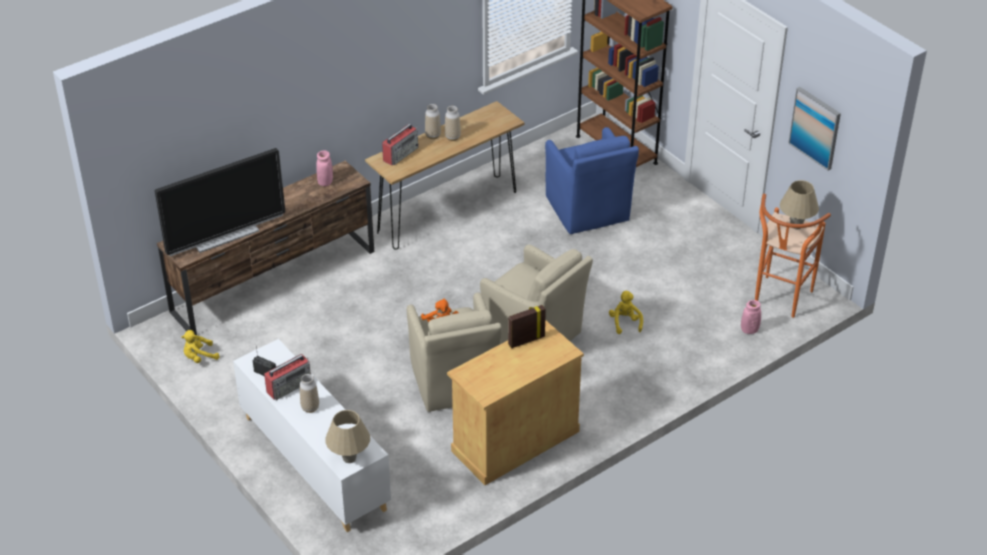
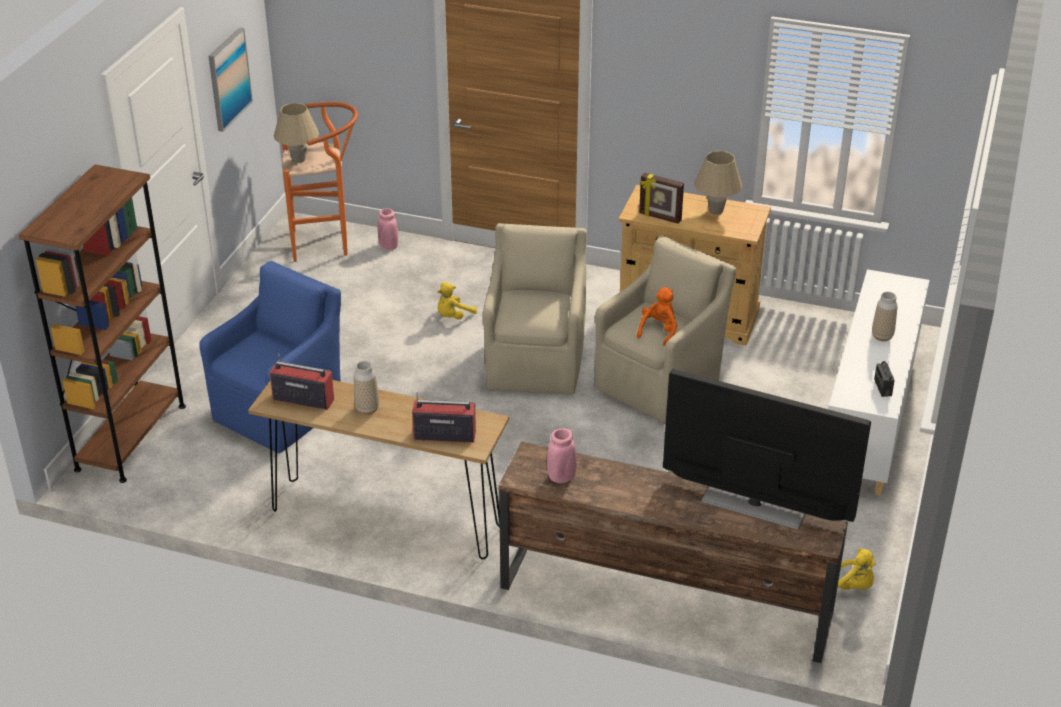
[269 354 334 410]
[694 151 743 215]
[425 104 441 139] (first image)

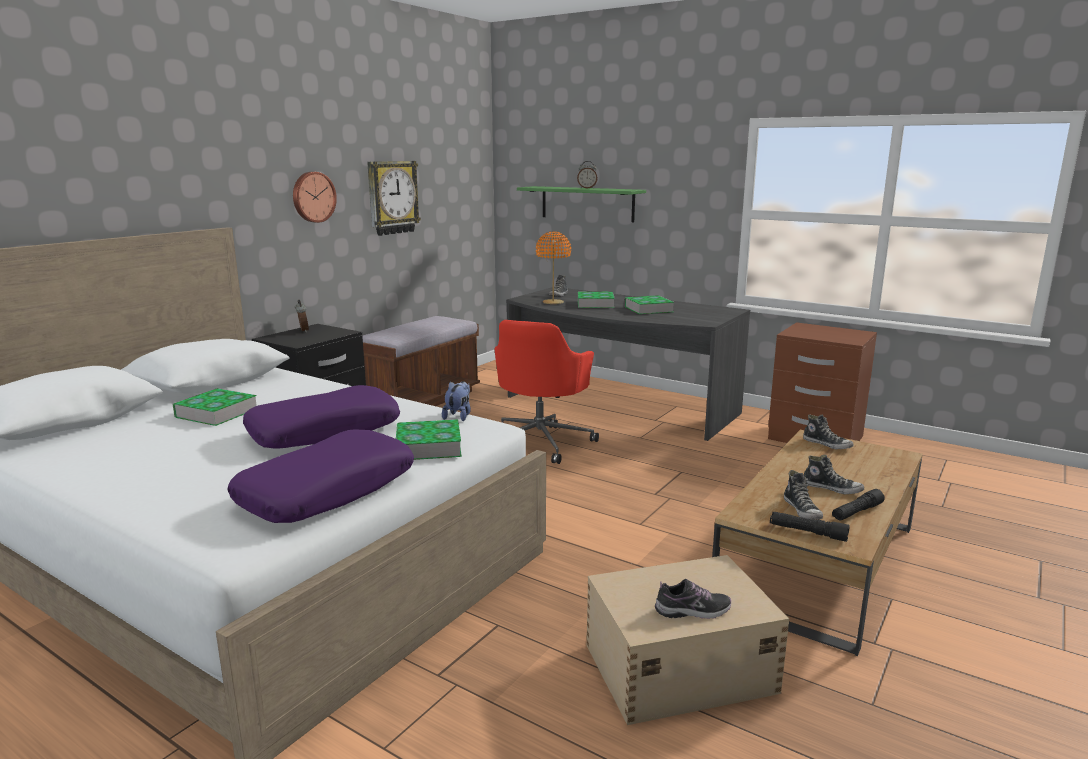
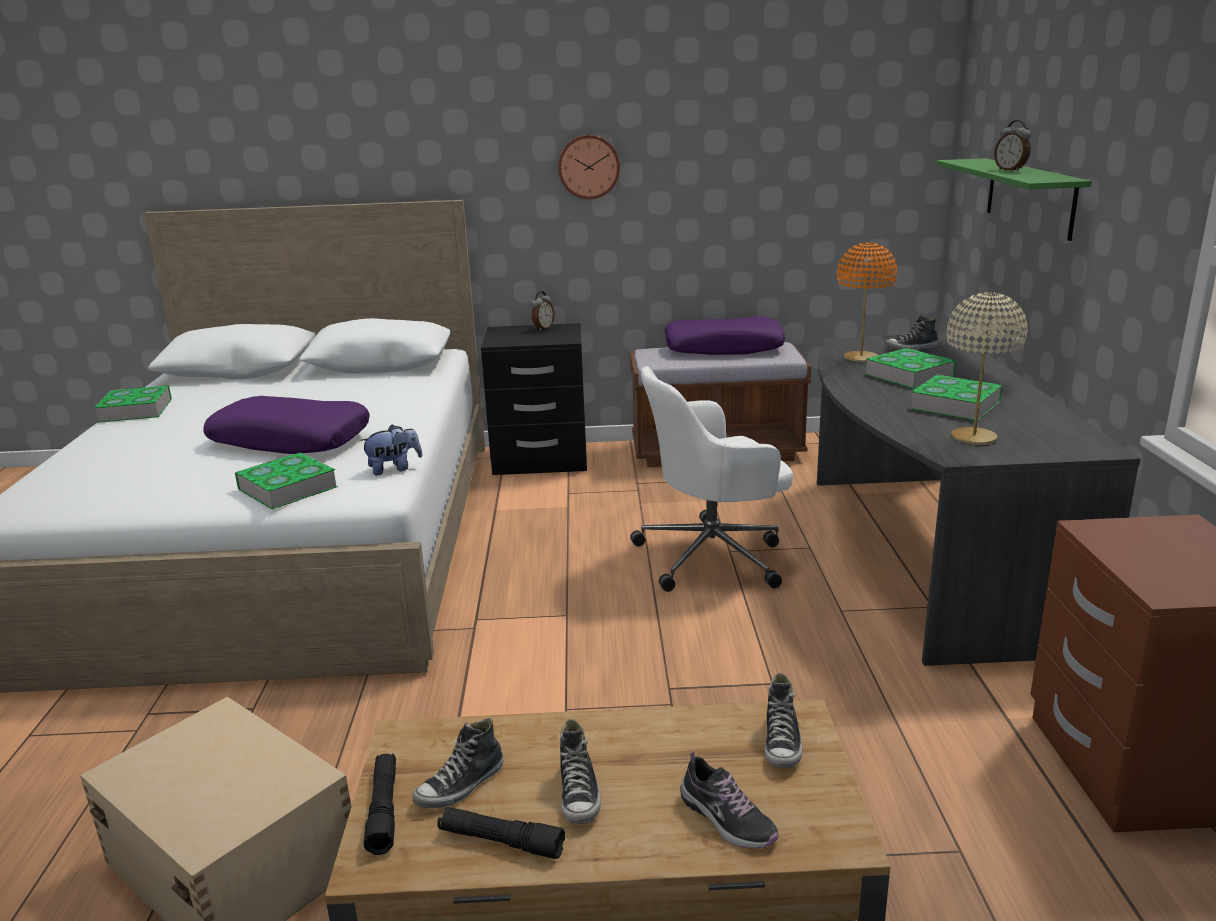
[94 385 172 423]
[630 366 793 592]
[665 316 785 355]
[680 751 779 848]
[946 292 1028 444]
[367 161 421 236] (first image)

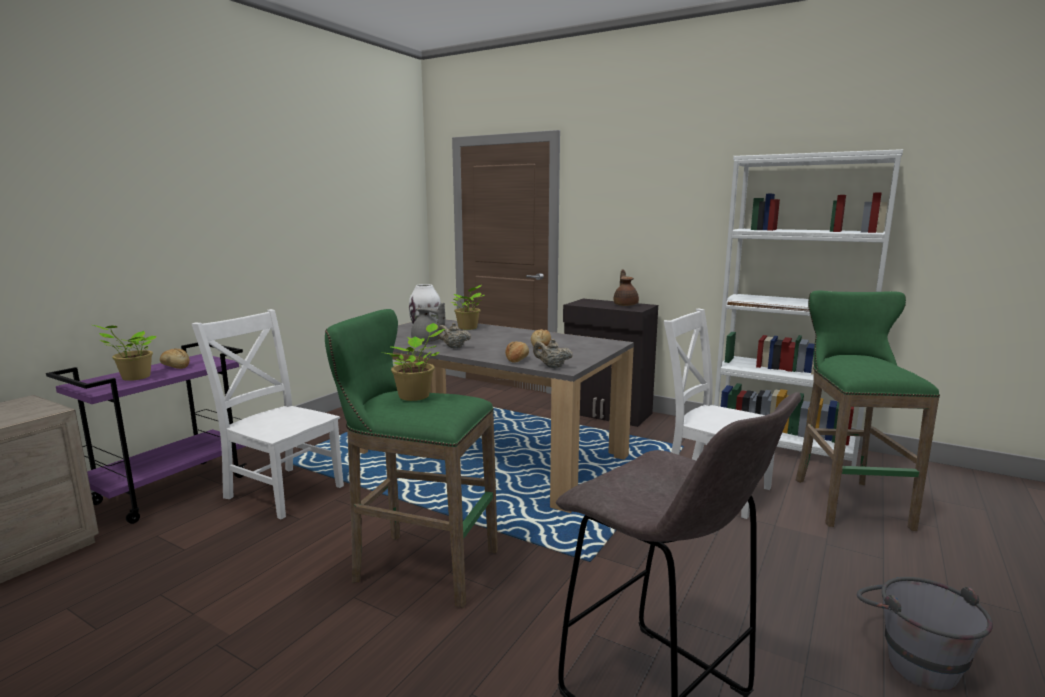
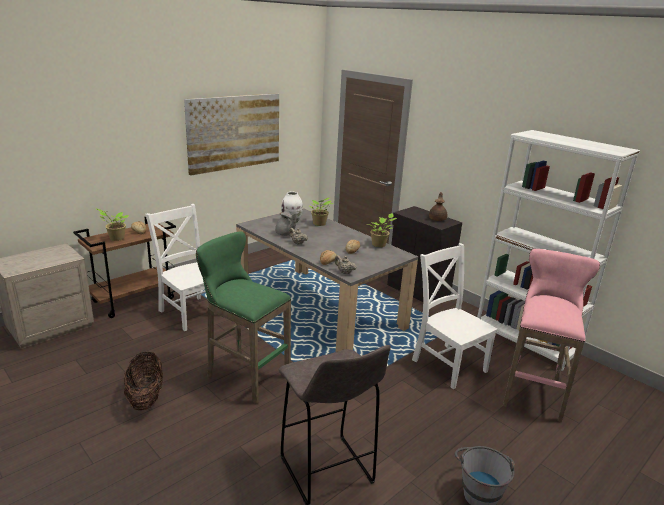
[73 217 176 318]
[124 352 163 410]
[184 93 279 176]
[368 213 397 247]
[503 249 600 422]

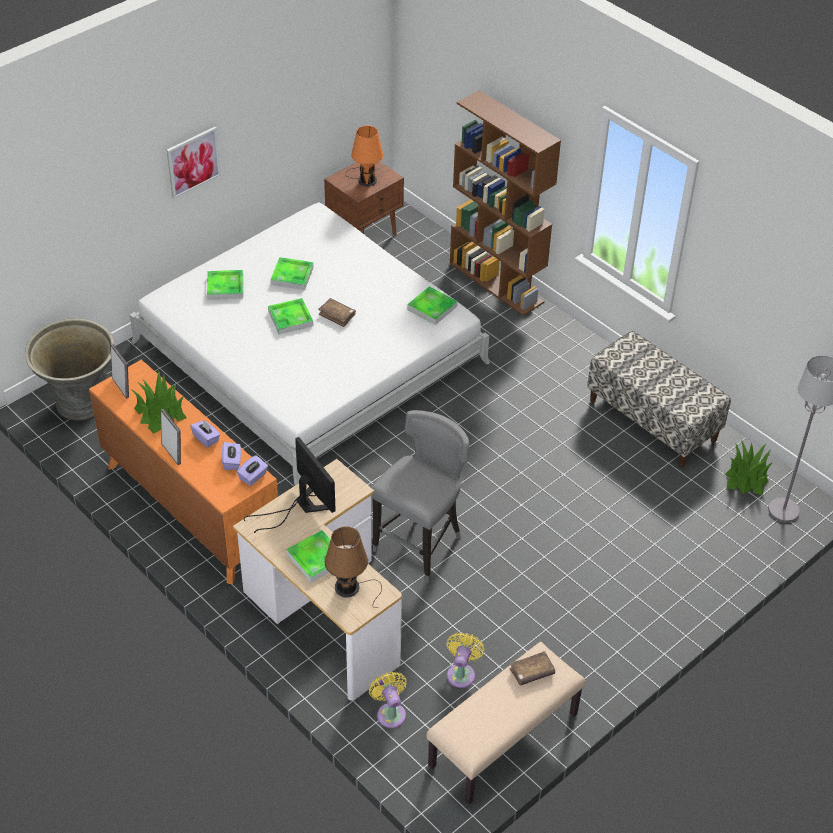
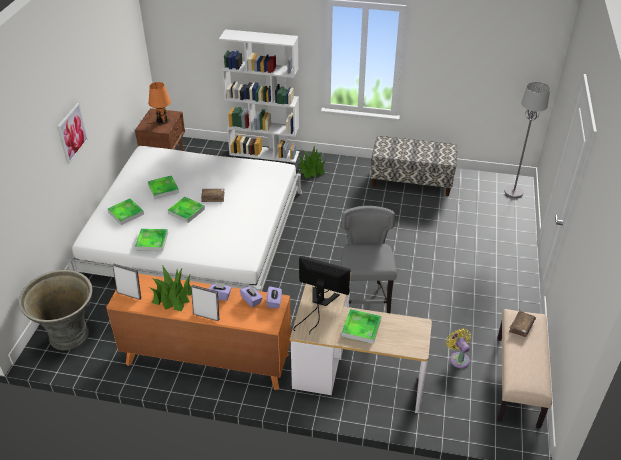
[135 228 168 251]
[219 29 299 163]
[298 145 325 178]
[324 526 382 608] (first image)
[369 672 407 728] (first image)

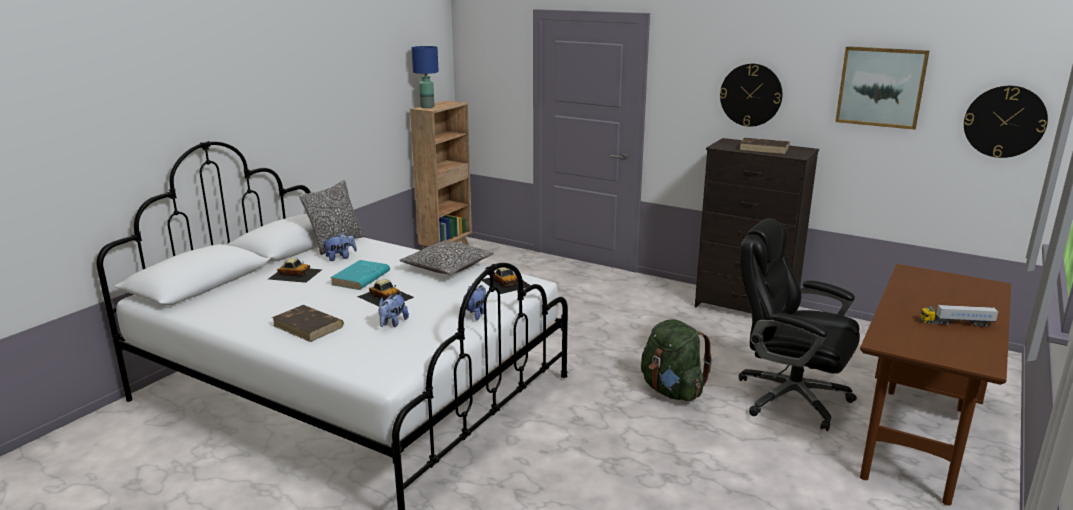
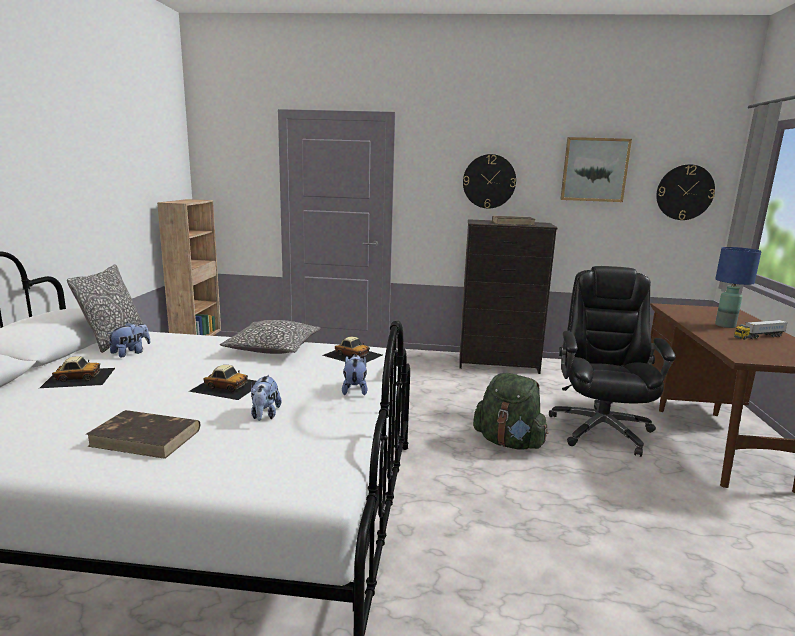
[549 266 676 457]
[715 247 762 328]
[330 260 390 290] (first image)

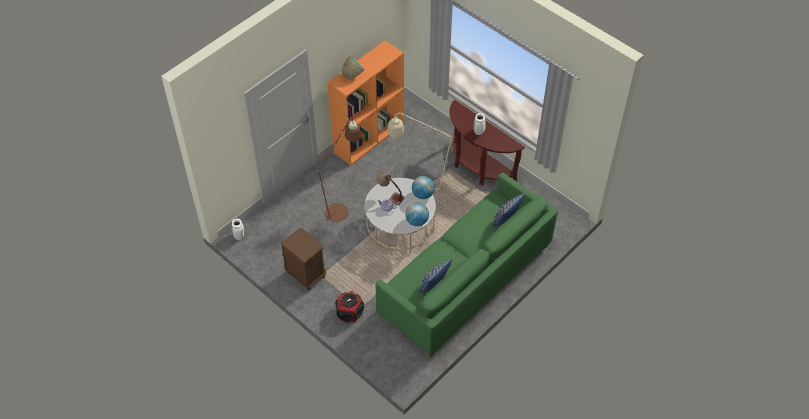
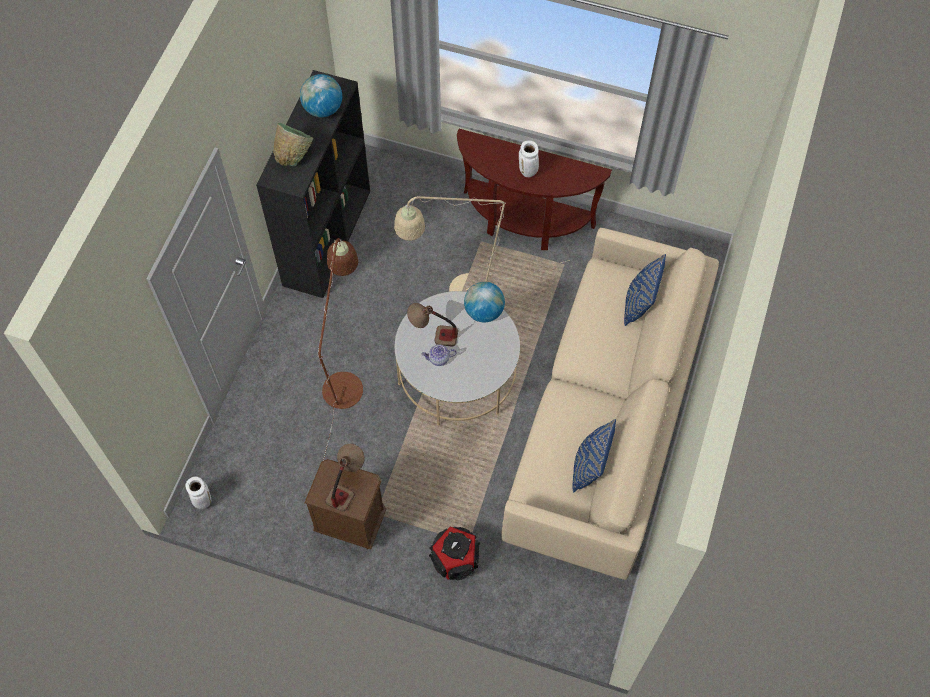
[256 70 370 298]
[300 74 342 117]
[325 444 364 511]
[501 228 719 580]

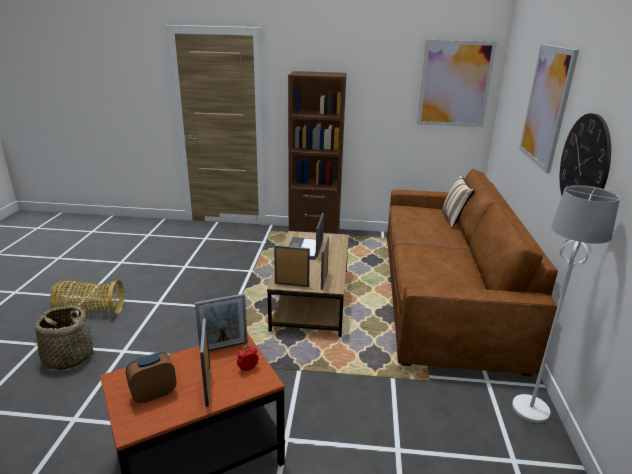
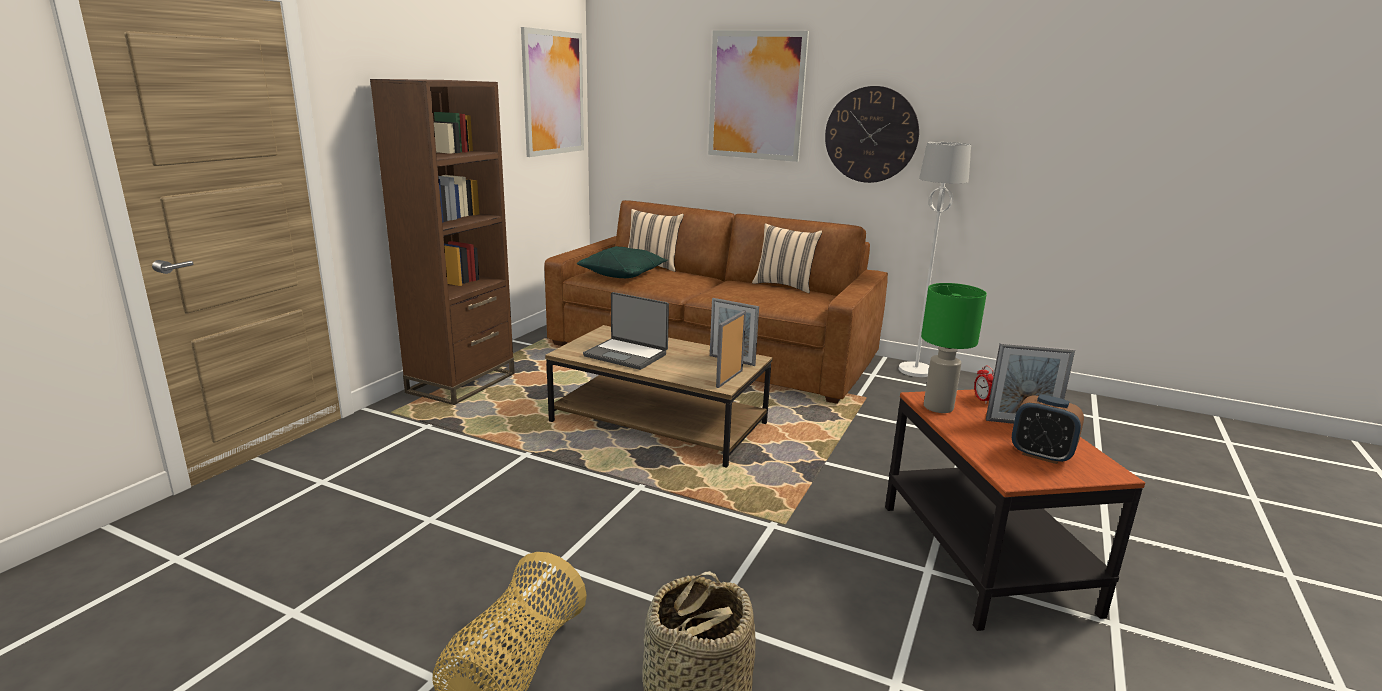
[577 246 668 278]
[752 223 822 293]
[921 283 987 413]
[1012 394 1084 464]

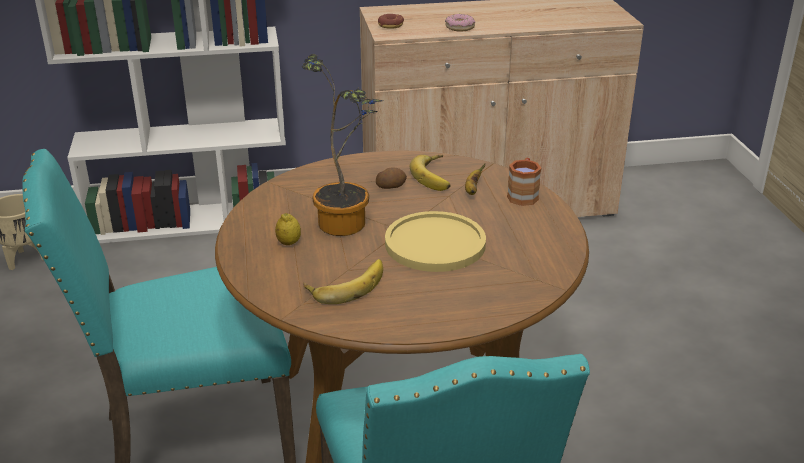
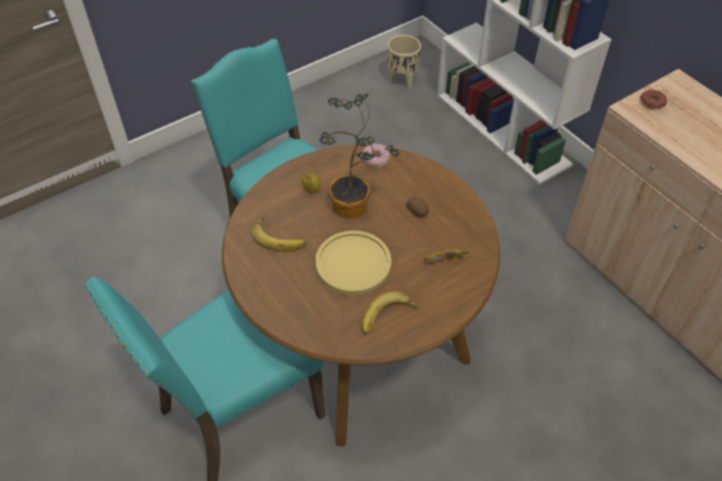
[362 291 419 334]
[363 144 390 168]
[507 158 541 206] (first image)

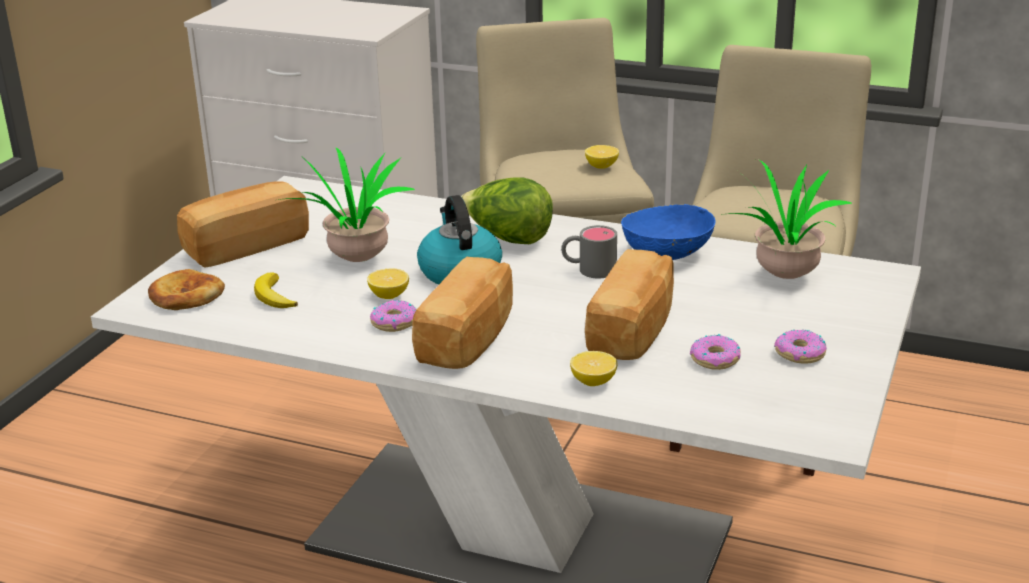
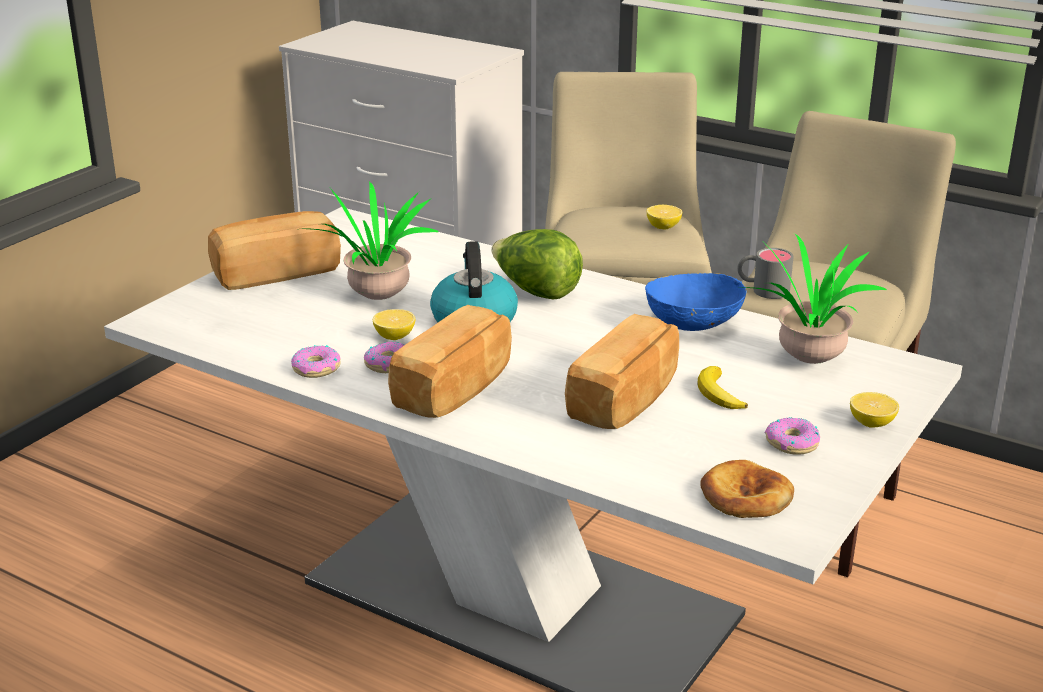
[291 345 341 378]
[698 366 748 409]
[700 460 794 518]
[737 248 794 299]
[850 392 899 428]

